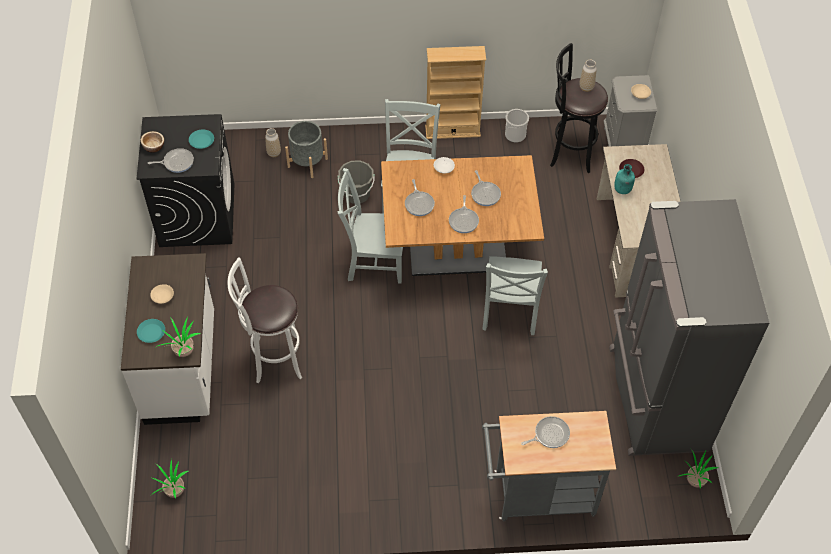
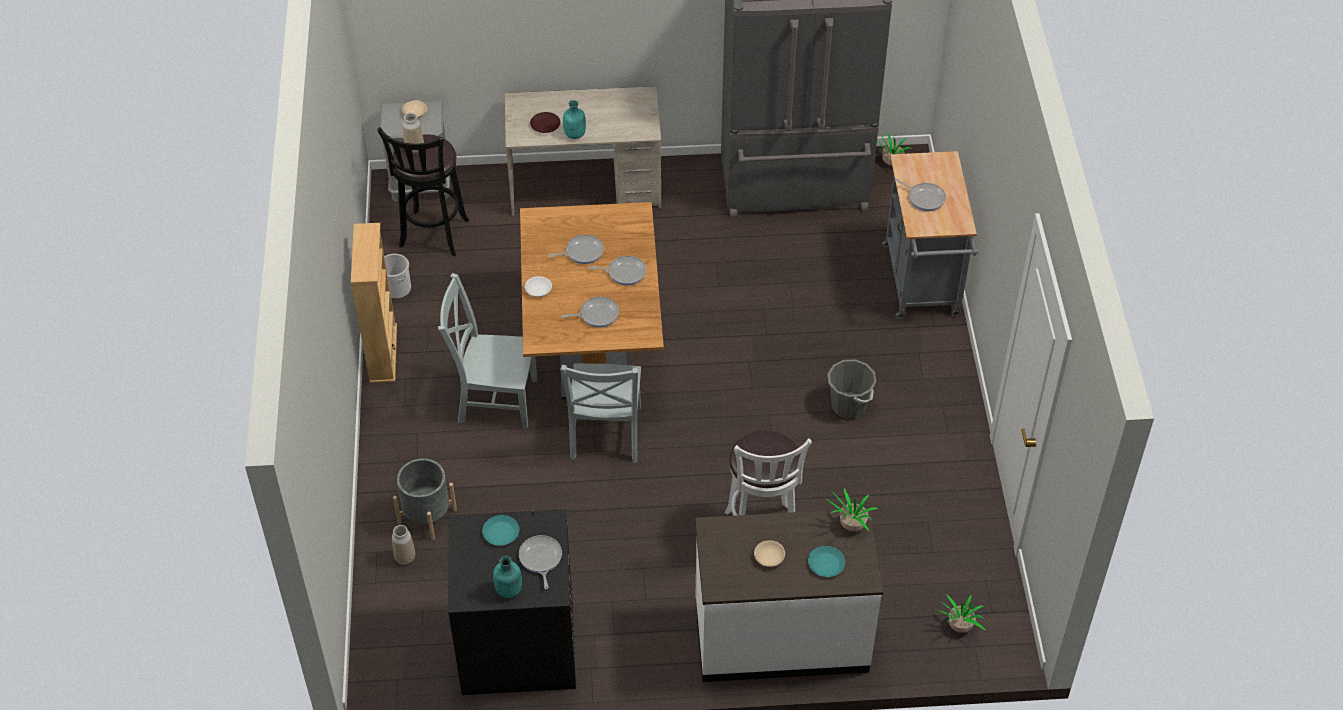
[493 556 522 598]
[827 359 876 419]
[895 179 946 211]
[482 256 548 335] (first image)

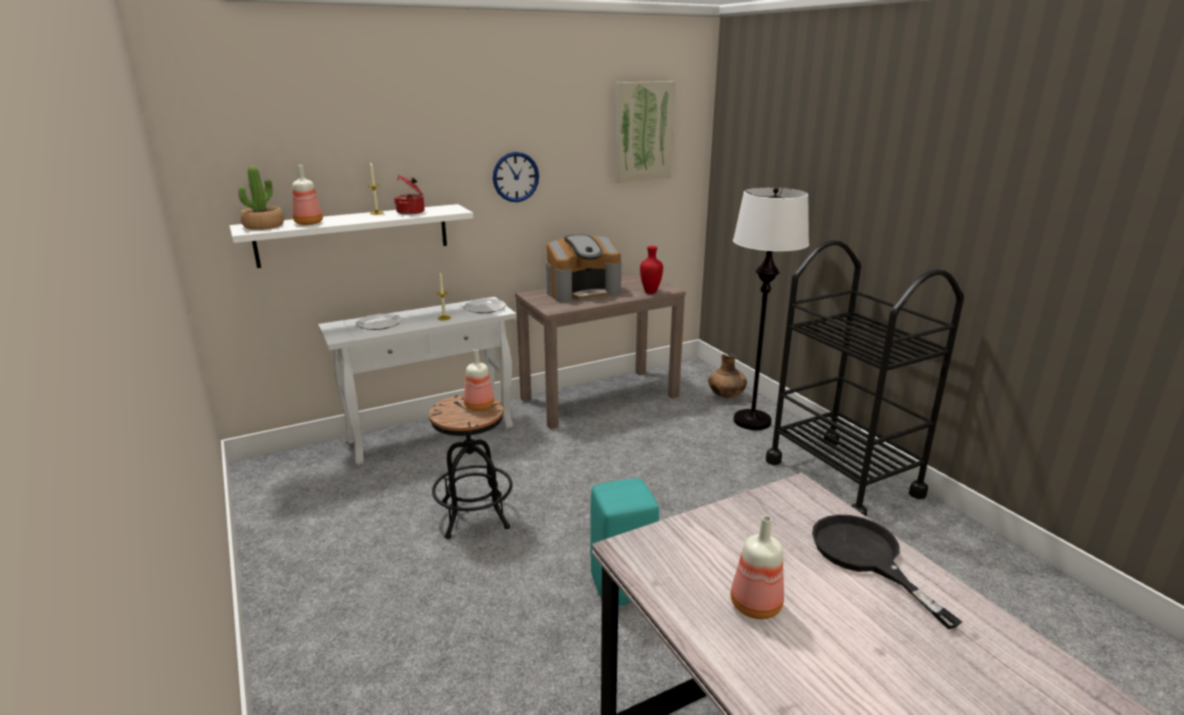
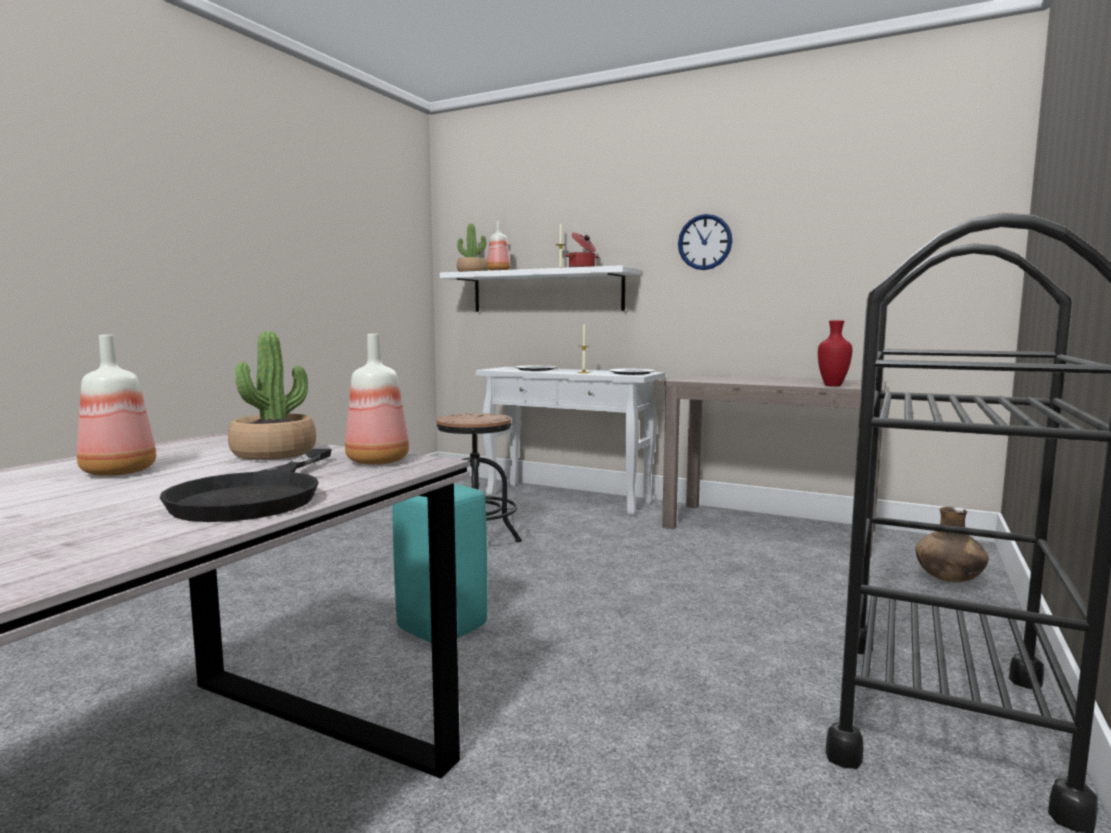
[159 449 332 522]
[228 331 316 460]
[345 334 409 465]
[546 235 621 302] (first image)
[614 81 675 183] (first image)
[733 187 809 430] (first image)

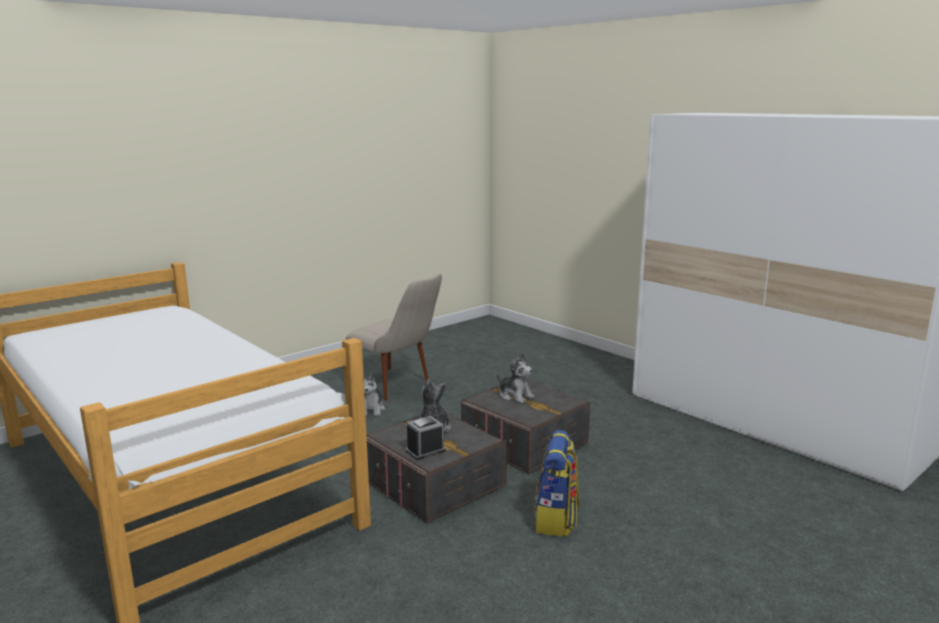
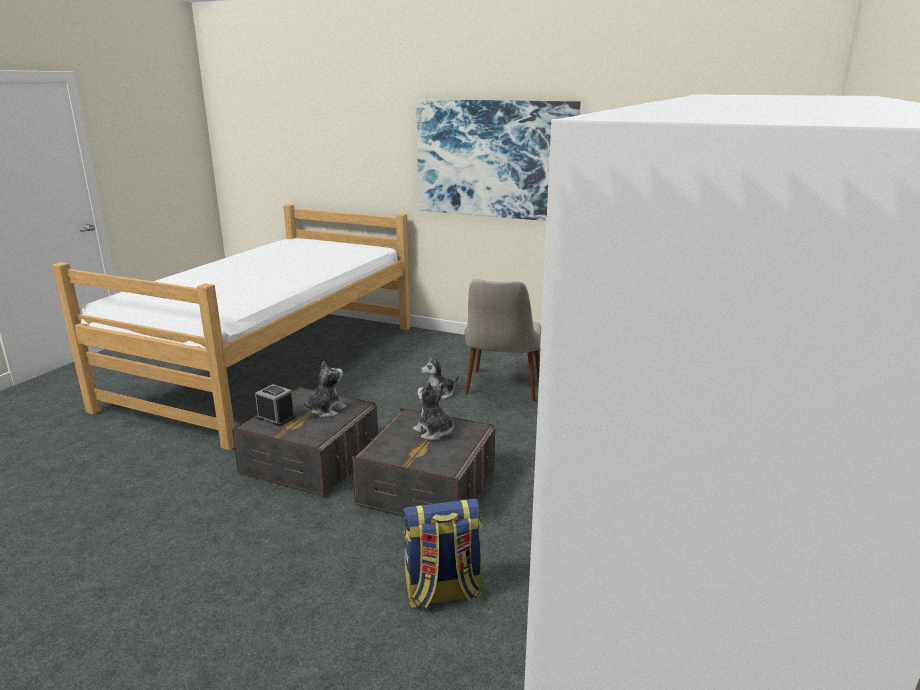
[403 499 482 609]
[413 381 454 441]
[416 99 580 221]

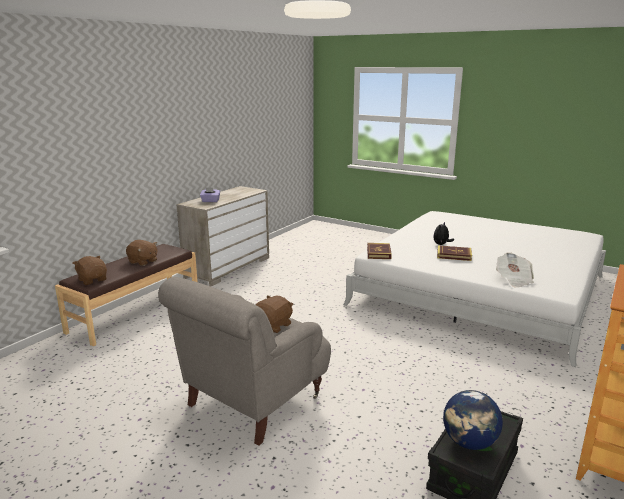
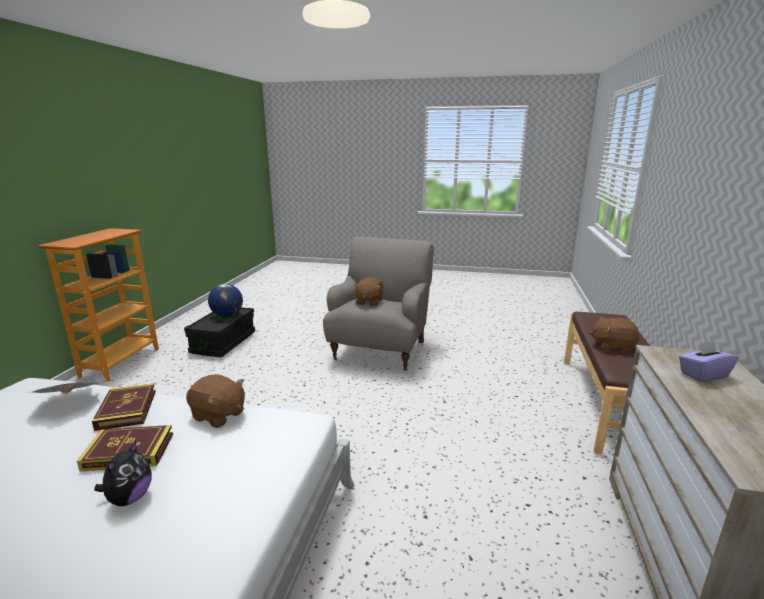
[92 383 156 431]
[186 374 245 428]

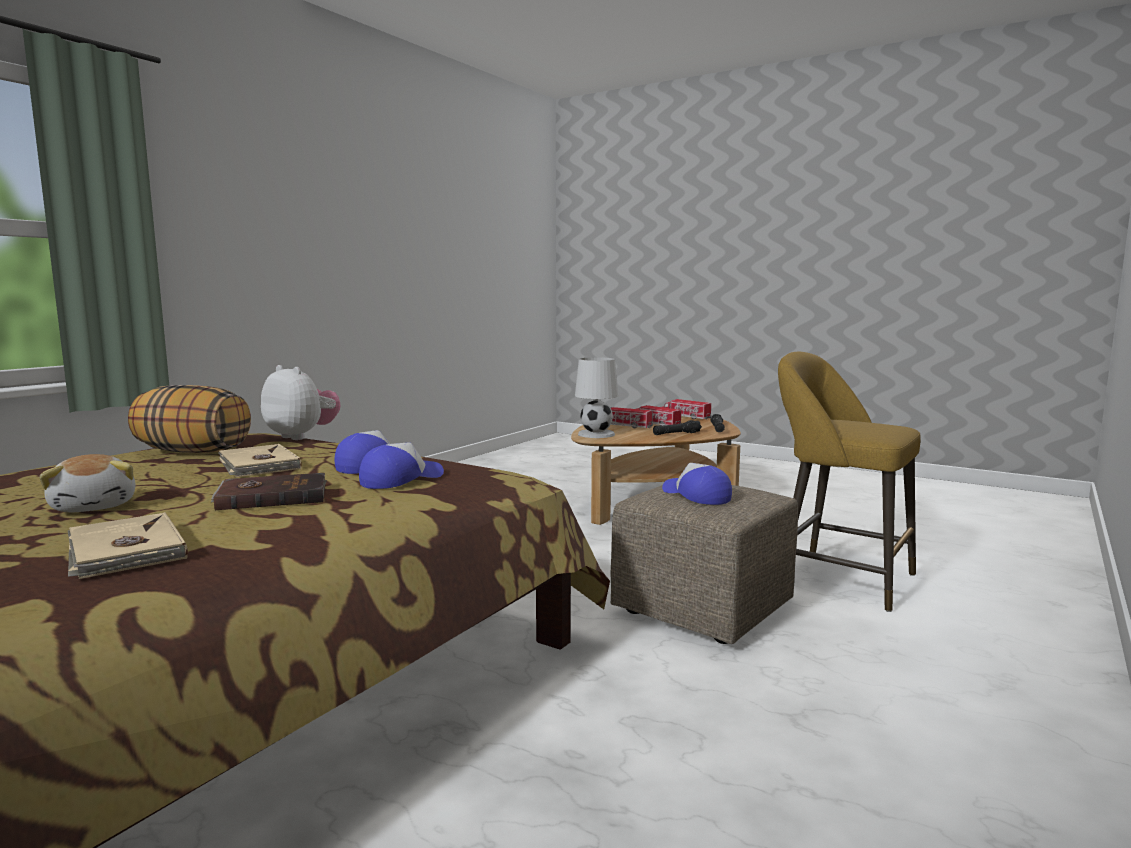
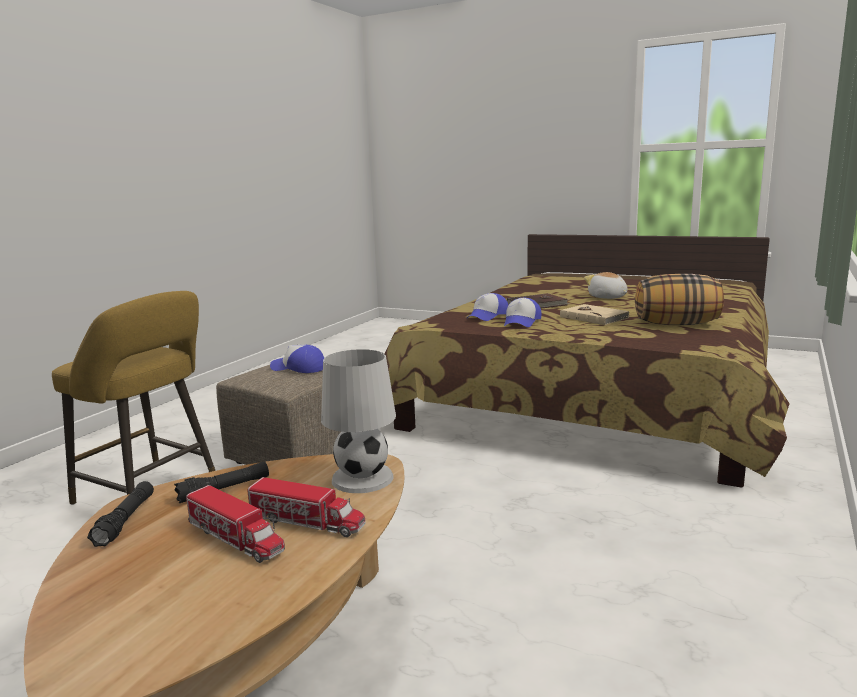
[270 345 324 373]
[68 512 188 579] (first image)
[261 365 340 440] (first image)
[662 399 712 420] (first image)

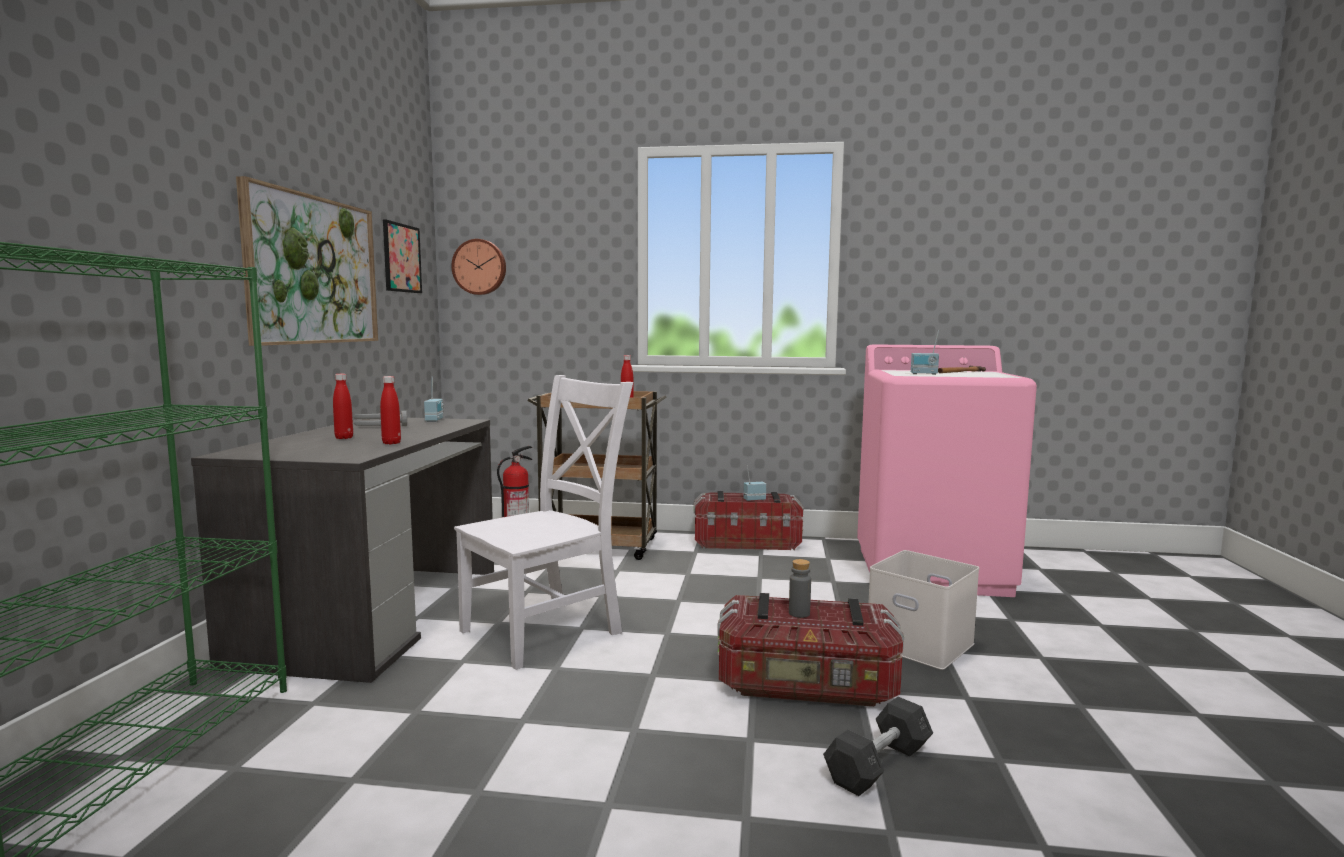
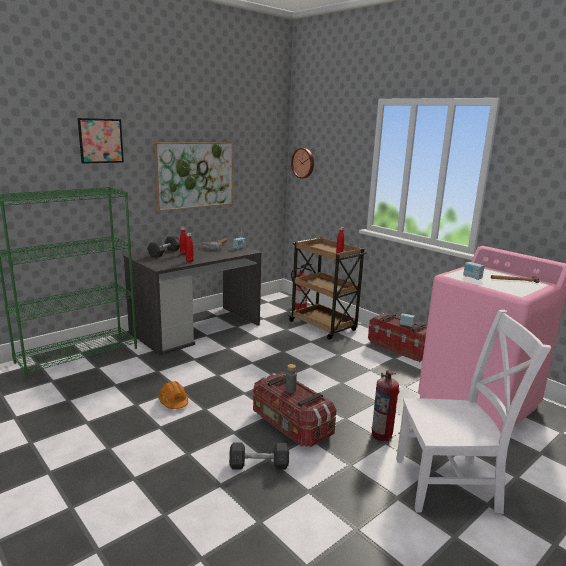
[77 118 124 164]
[147 236 180 258]
[159 381 188 409]
[371 370 400 441]
[396 310 551 514]

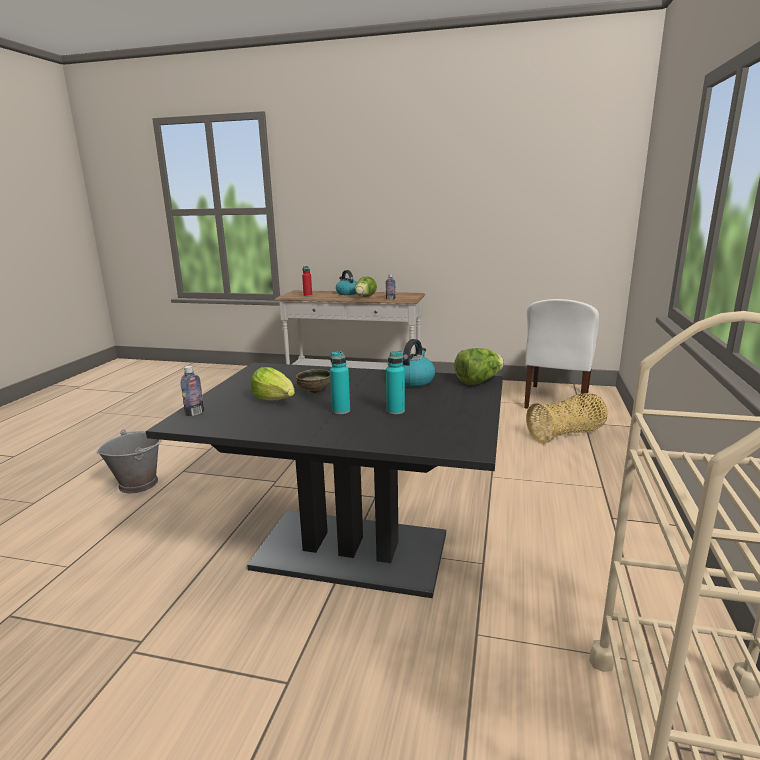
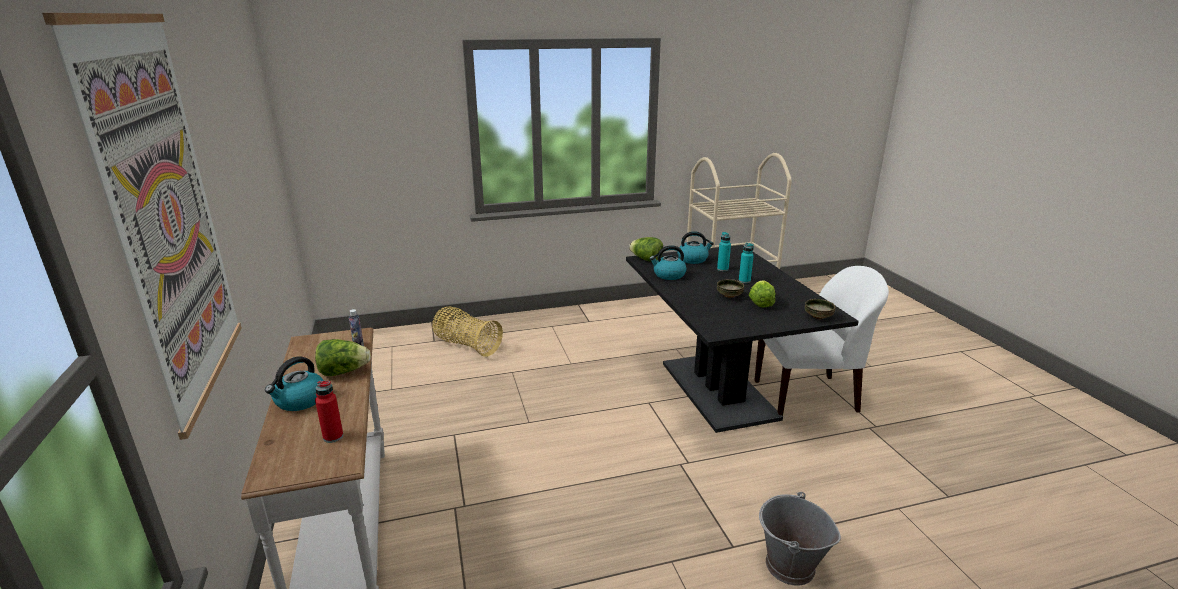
[42 13 242 440]
[678 231 714 264]
[754 266 889 416]
[805 299 835 319]

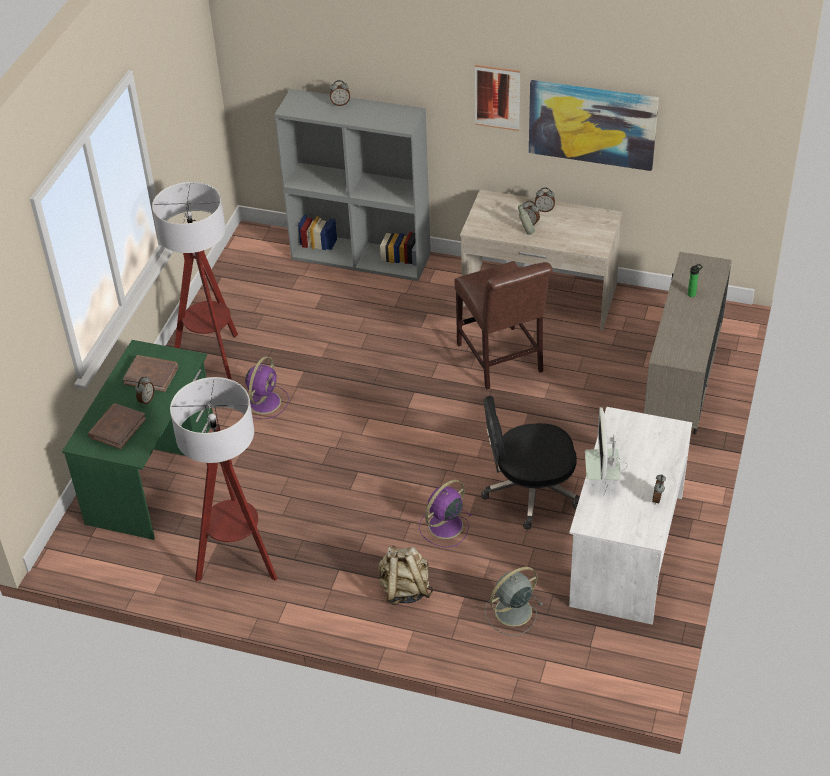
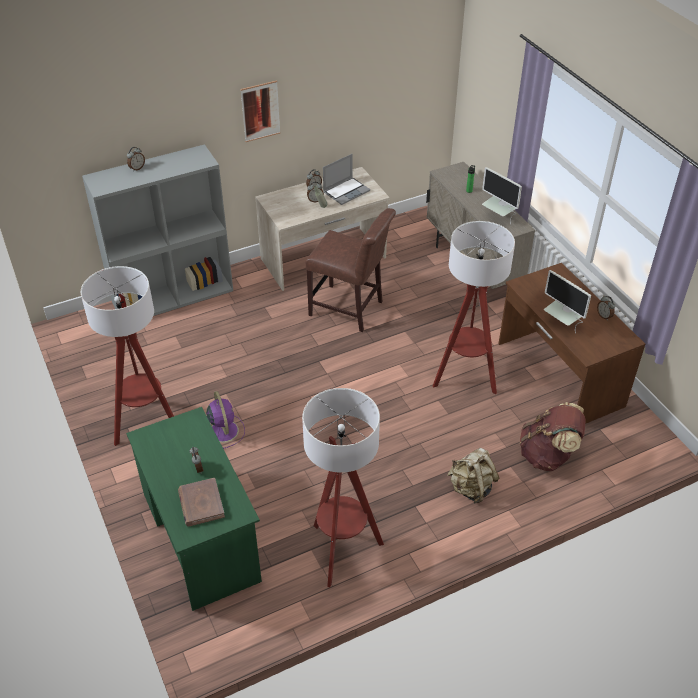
[323 154 370 205]
[433 221 515 394]
[482 167 522 225]
[499 263 645 424]
[520 402 586 471]
[123 355 178 392] (first image)
[419 480 472 547] (first image)
[529 80 659 171] (first image)

